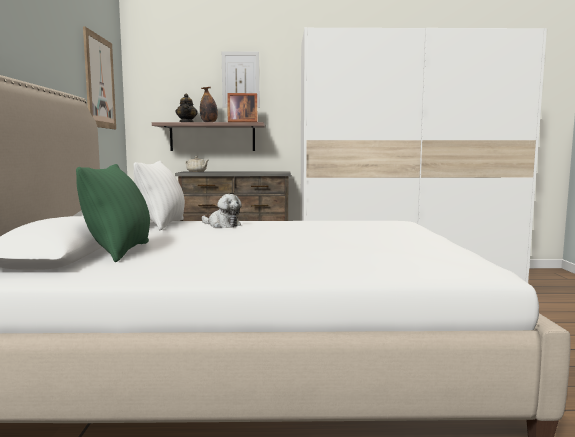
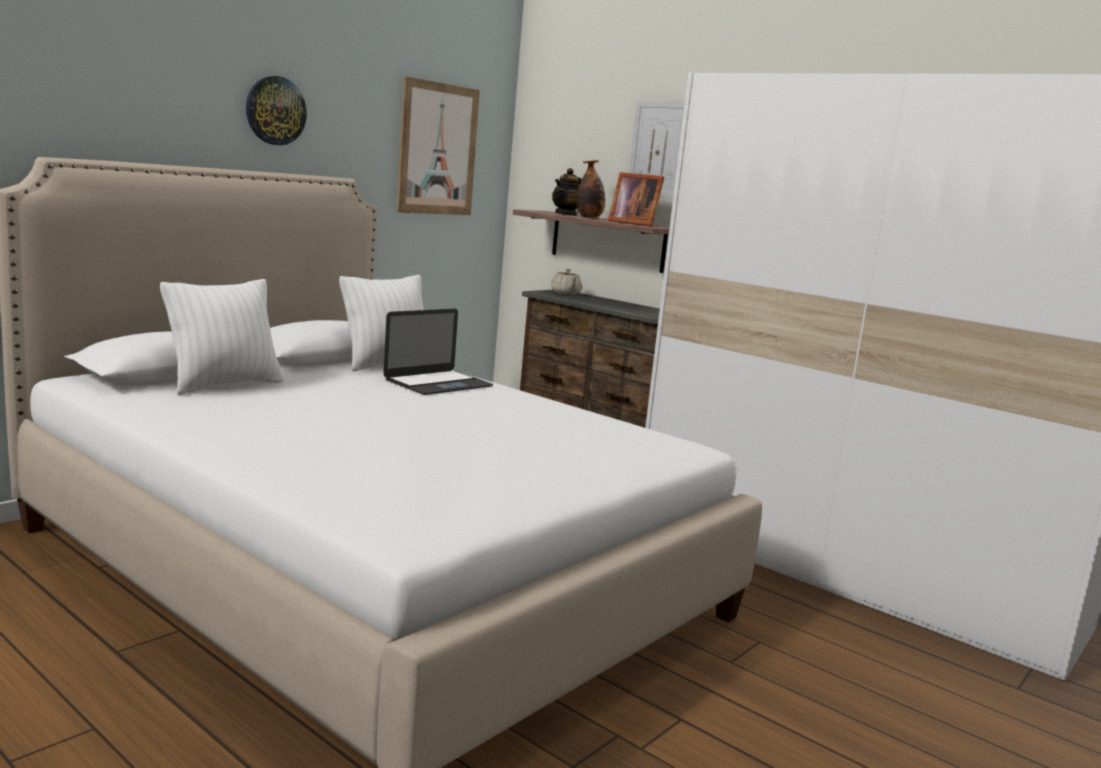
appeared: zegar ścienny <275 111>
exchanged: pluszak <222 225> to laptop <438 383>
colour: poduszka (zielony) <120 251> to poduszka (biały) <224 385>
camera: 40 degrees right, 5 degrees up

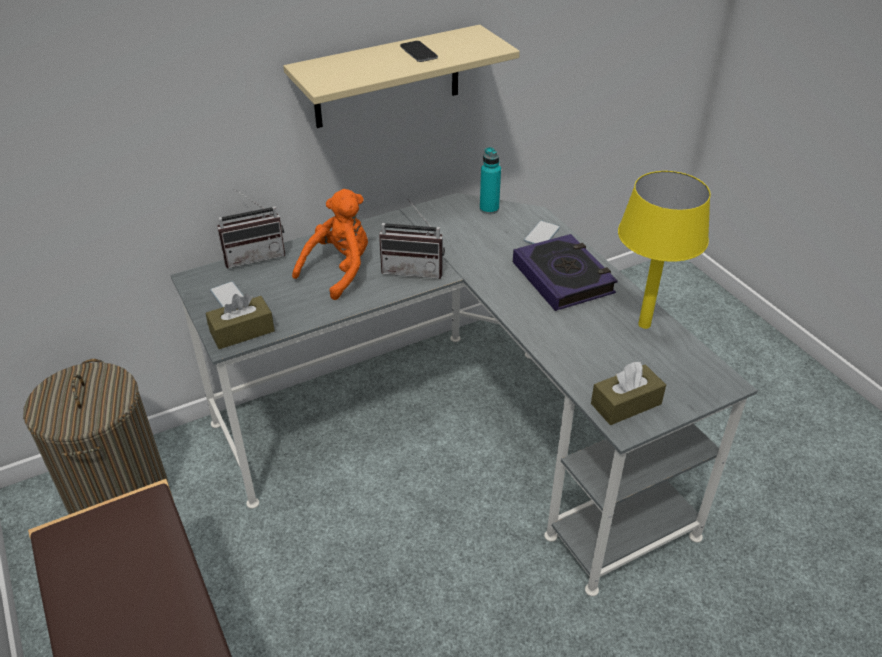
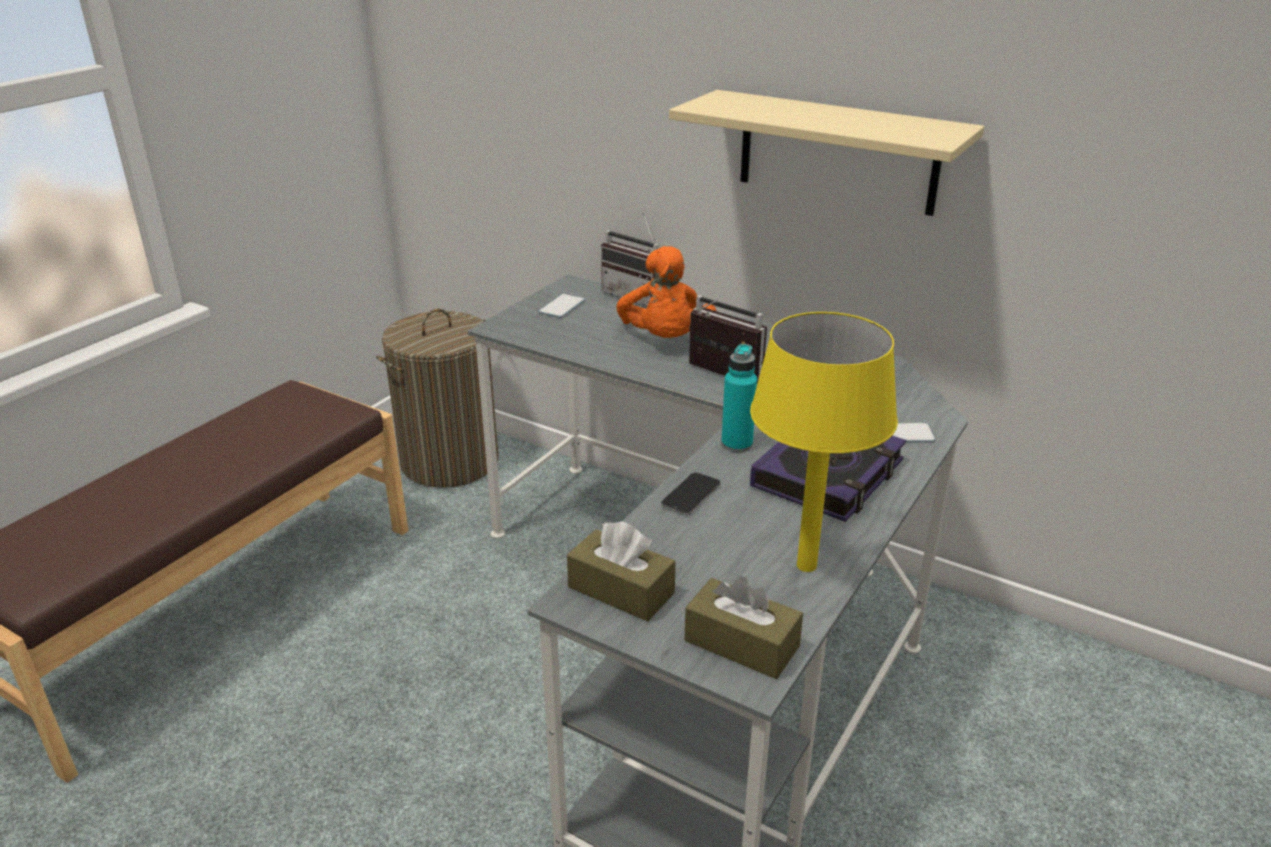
relocated: pudełko chusteczek (brązowy) <242 331> to <741 644>; telefon <418 52> to <691 495>; butelka (turkusowy) <489 209> to <737 444>
spun: pluszak (pomarańczowy) <339 271> = <665 340> 75 degrees clockwise; radio <414 269> = <719 376> 150 degrees clockwise
camera: 60 degrees right, 10 degrees down

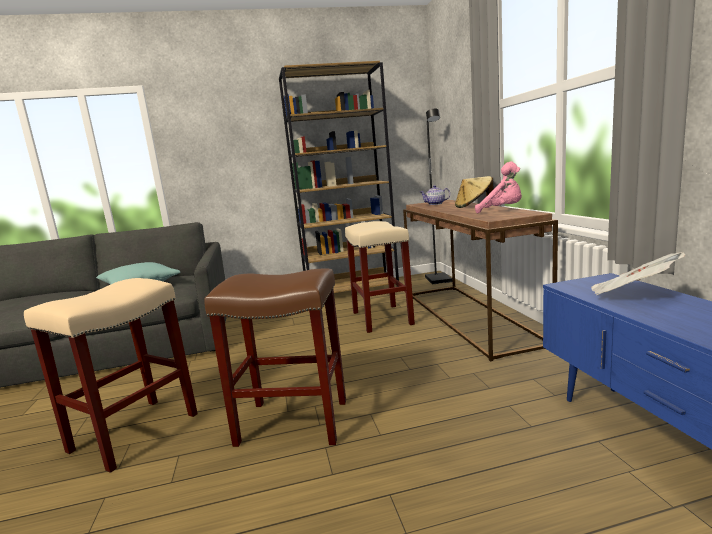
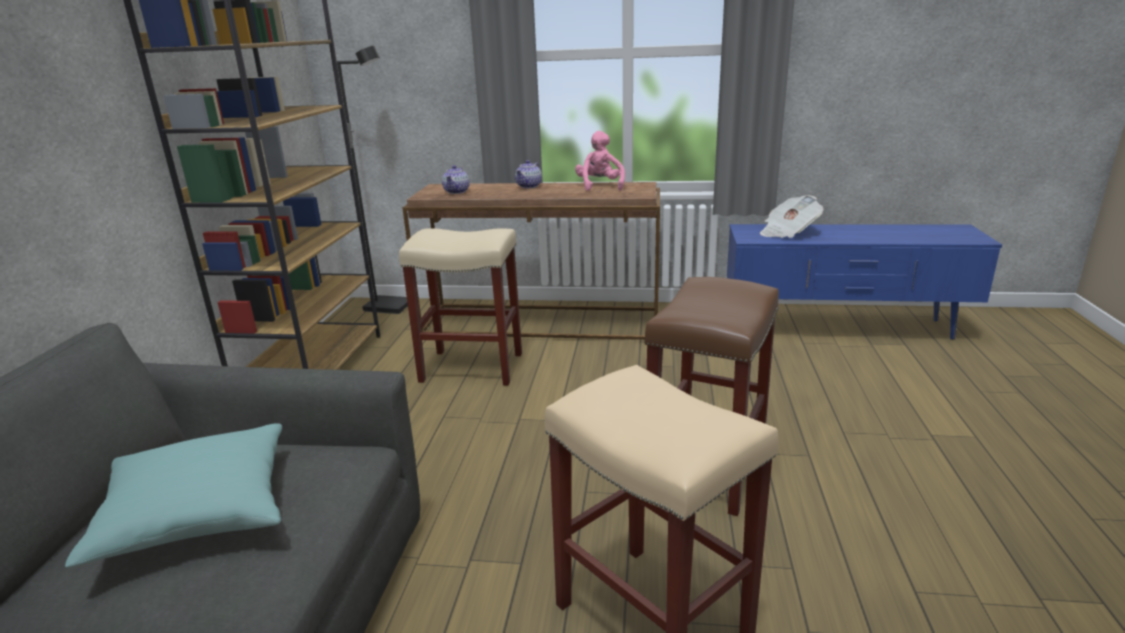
exchanged: kapelusz (beżowy) <474 206> to imbryk <529 186>
spun: pluszak (różowy) <502 210> = <600 186> 60 degrees counterclockwise
camera: 70 degrees left, 10 degrees up

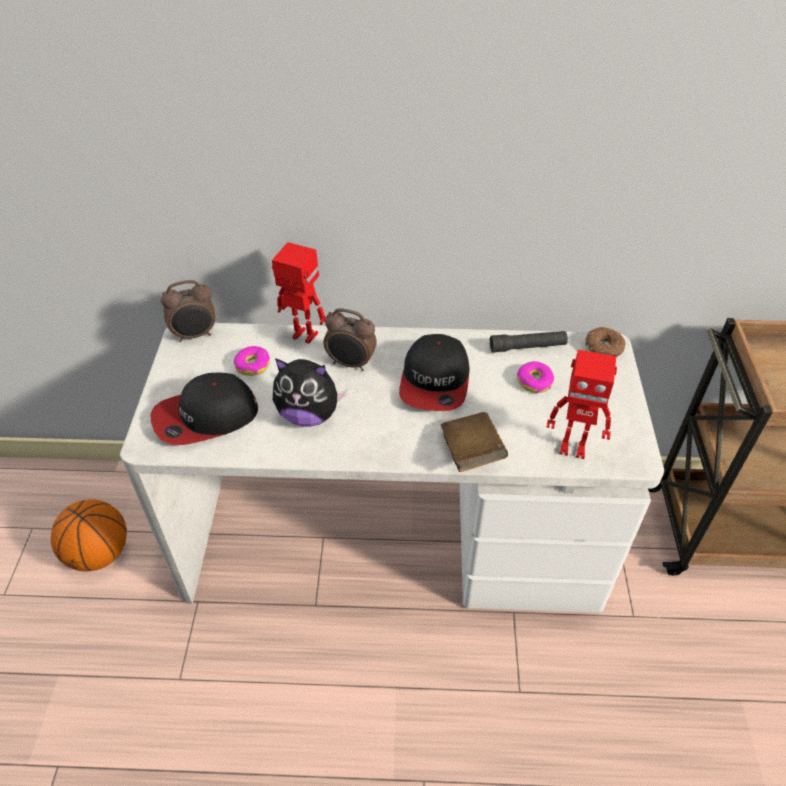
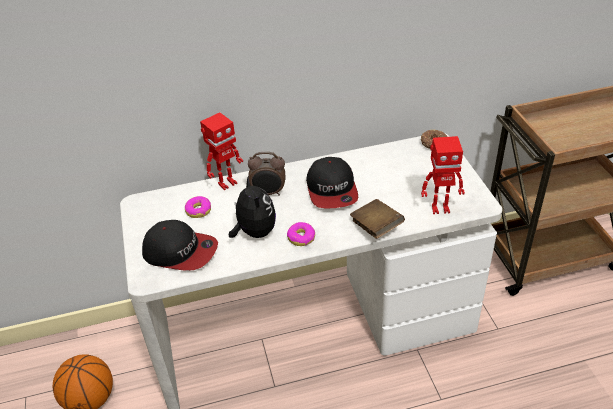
missing: budzik <195 335>; latarka (czarny) <527 347>
relocated: donut <534 382> to <301 238>
spun: czapka z daszkiem <205 417> = <180 251> 120 degrees counterclockwise; robot zabawkowy <304 336> = <226 183> 135 degrees clockwise; pluszak <309 415> = <254 232> 105 degrees counterclockwise
camera: 15 degrees left, 5 degrees down

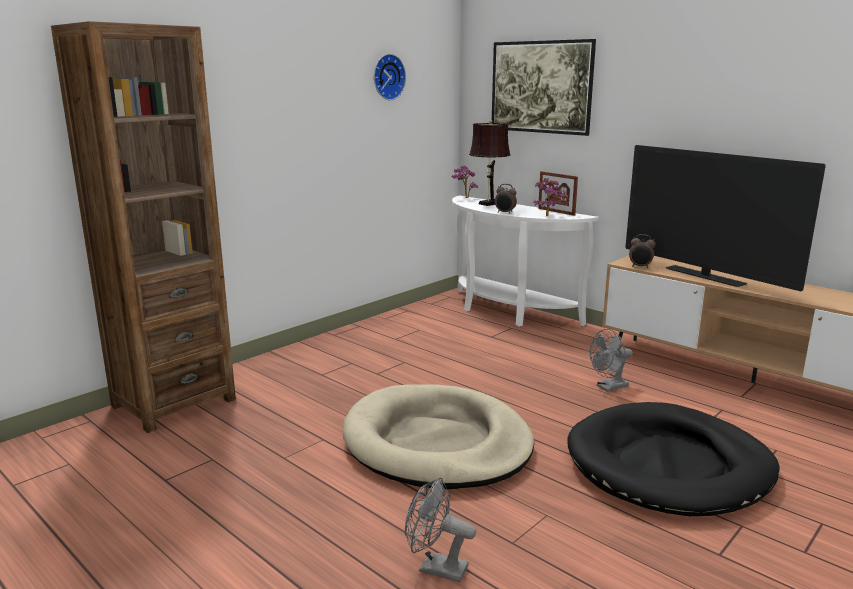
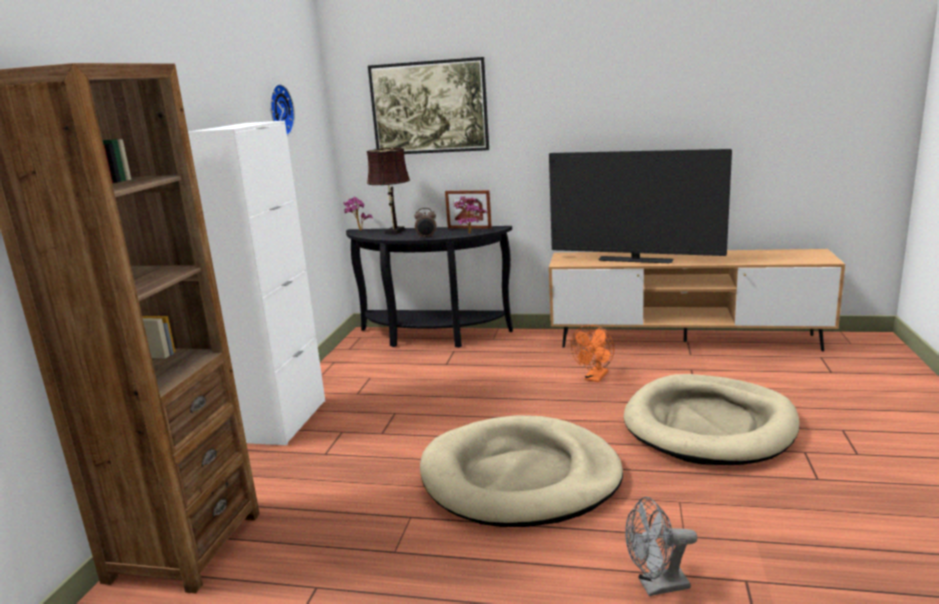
missing: budzik <640 267>
appeared: szafka (biały) <288 421>
colour: stolik konsolowy (biały) <506 312> to stolik konsolowy (czarny) <431 337>; legowisko (czarny) <668 465> to legowisko (beżowy) <709 425>; wentylator (szary) <609 387> to wentylator (pomarańczowy) <595 378>
camera: 30 degrees left, 0 degrees up

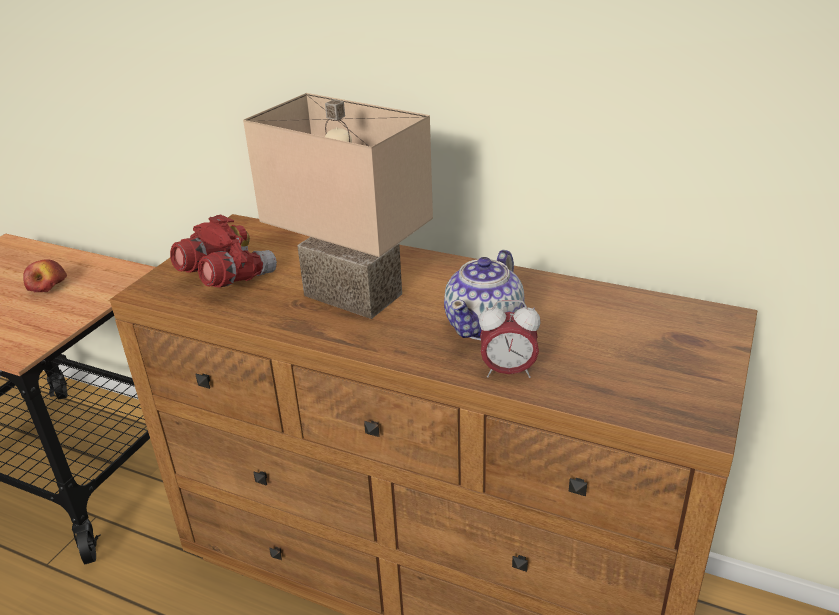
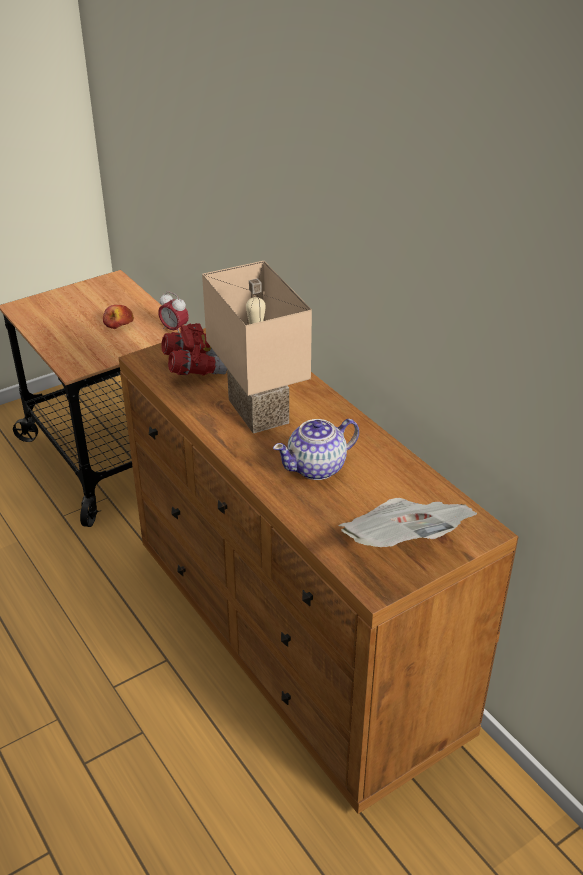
appeared: gazeta <402 545>
relocated: budzik <508 372> to <174 330>
camera: 30 degrees right, 5 degrees up

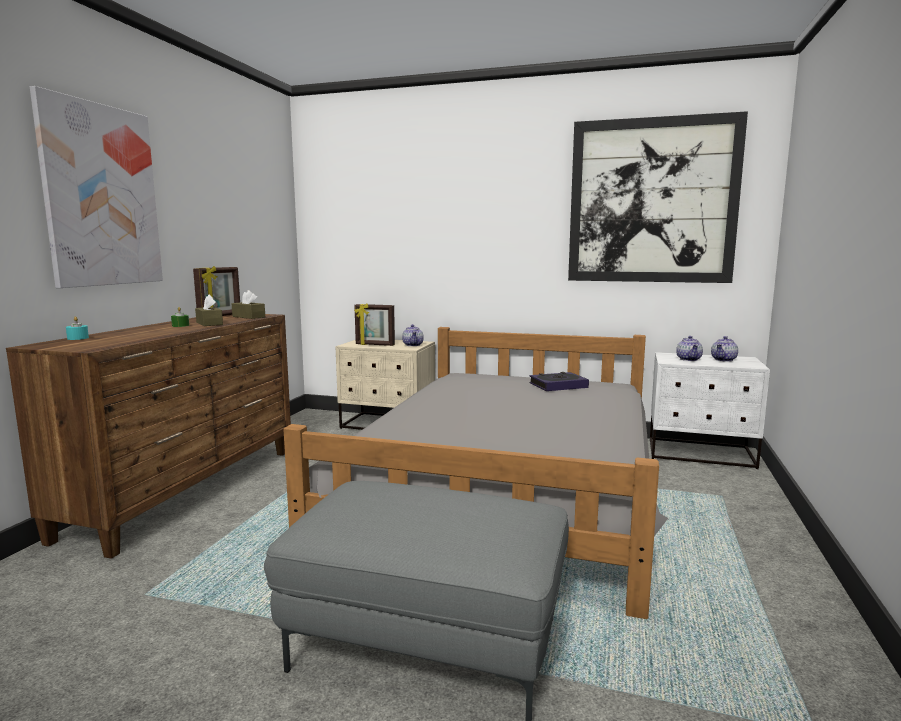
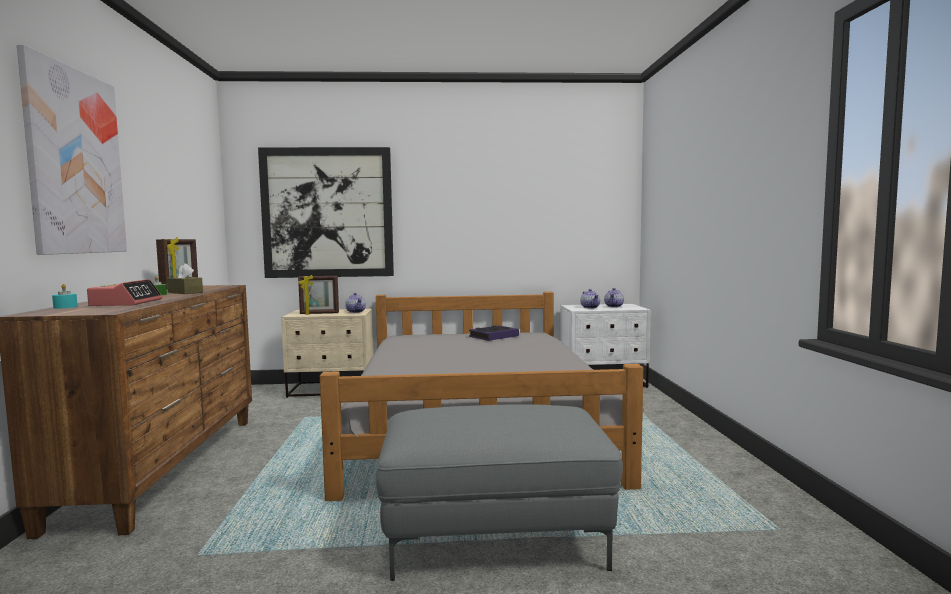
missing: pudełko chusteczek (brązowy) <248 317>
appeared: budzik <126 303>
relocated: obraz <652 201> to <327 213>
camera: 20 degrees left, 5 degrees down

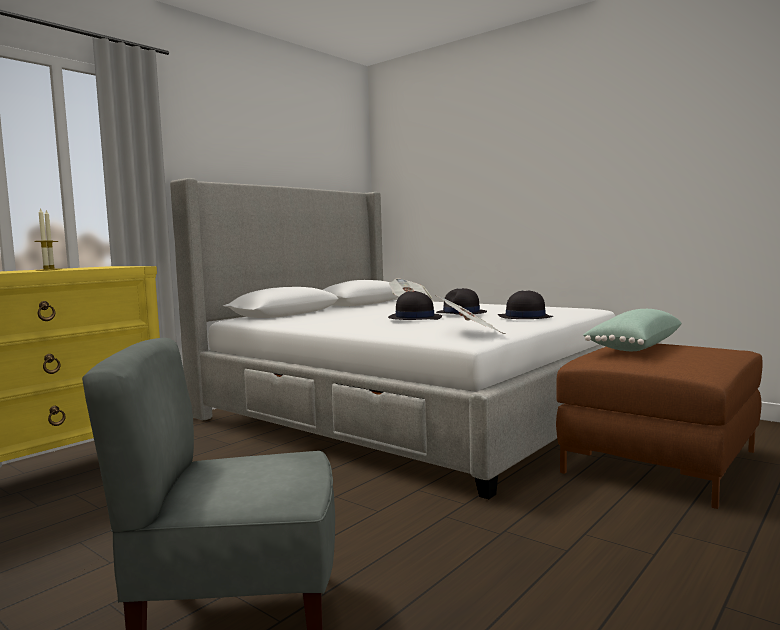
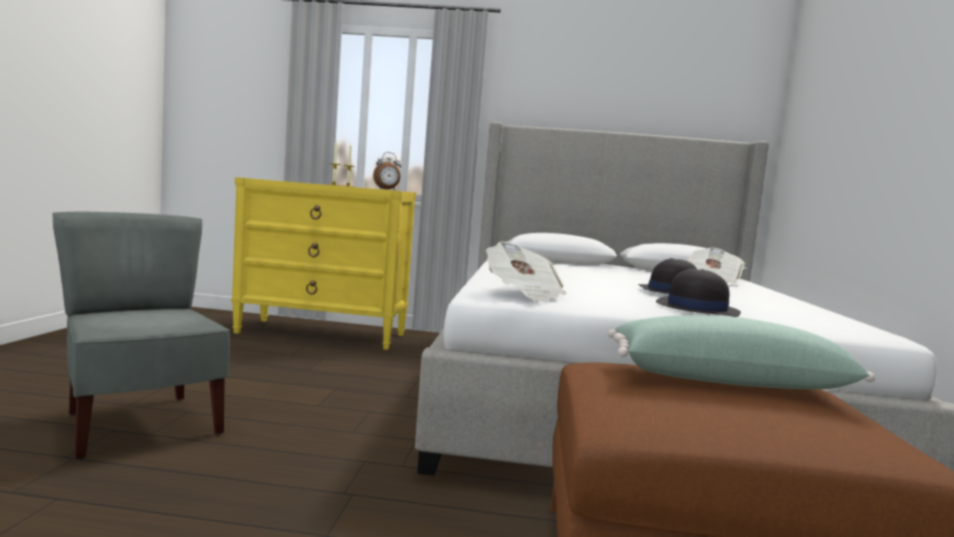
missing: kapelusz (czarny) <414 318>
appeared: budzik <387 189>
camera: 55 degrees right, 0 degrees up

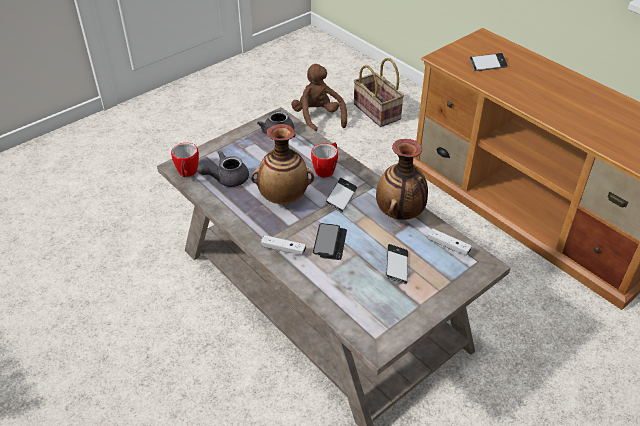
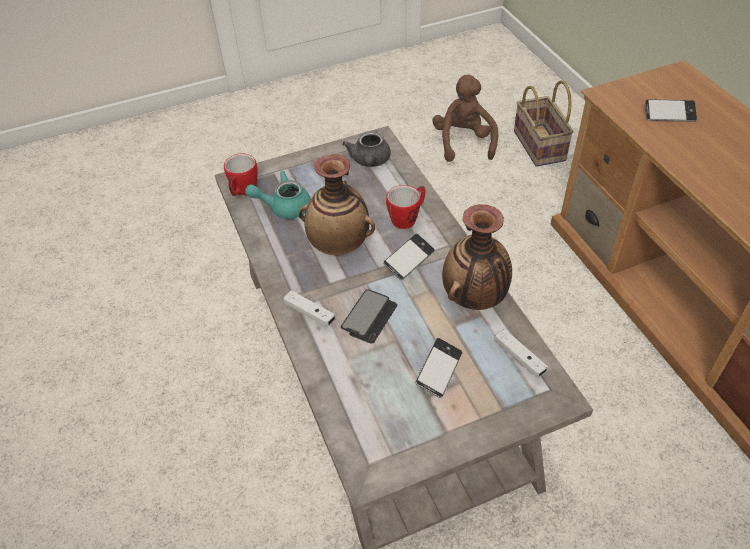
colour: imbryk (szary) <226 179> to imbryk (turkusowy) <284 207>
camera: 20 degrees right, 5 degrees up

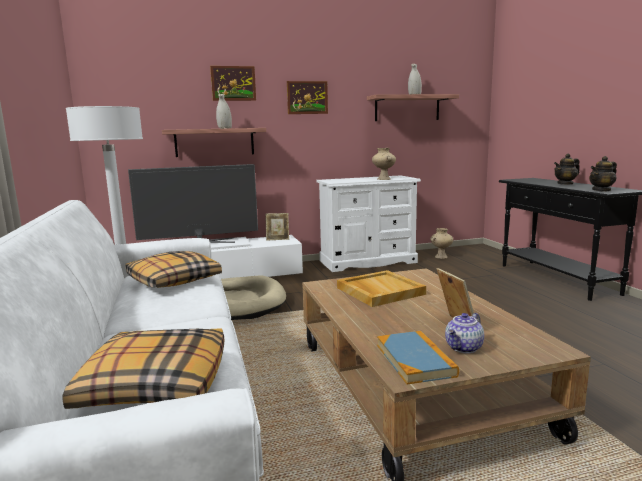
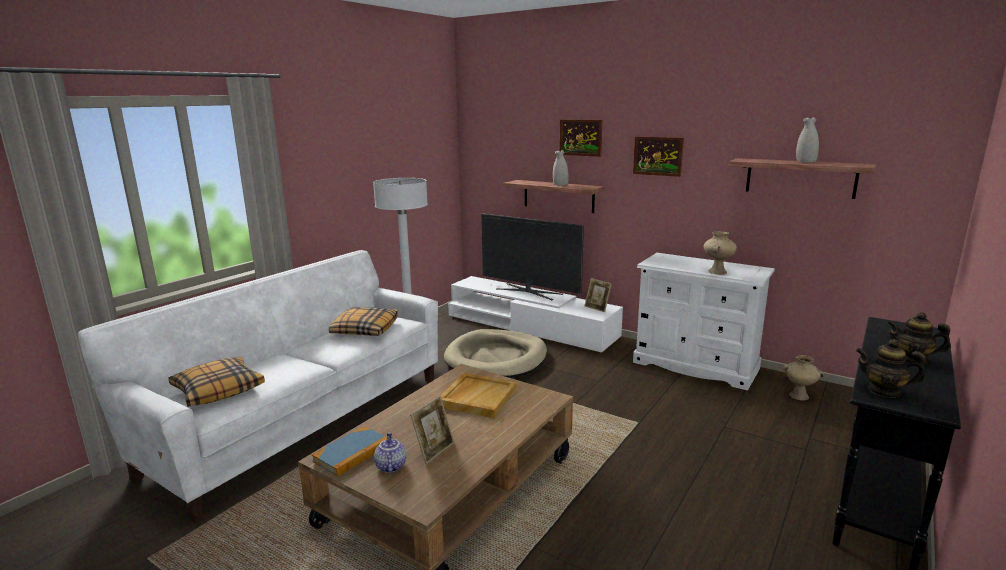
spun: imbryk <464 348> = <390 466> 75 degrees clockwise
camera: 50 degrees right, 5 degrees up

